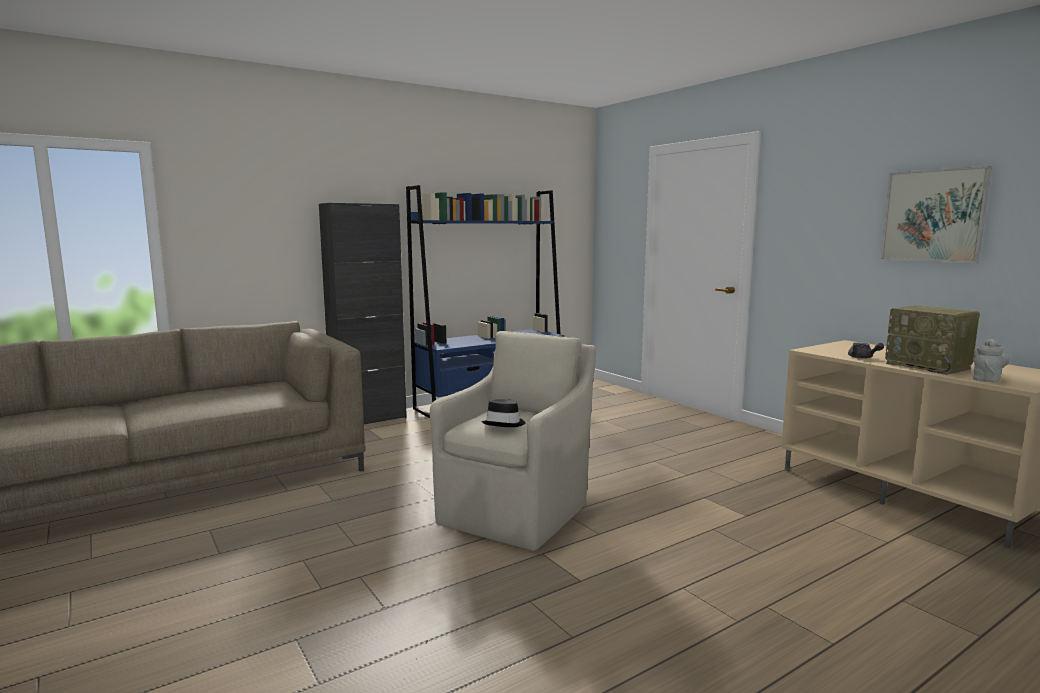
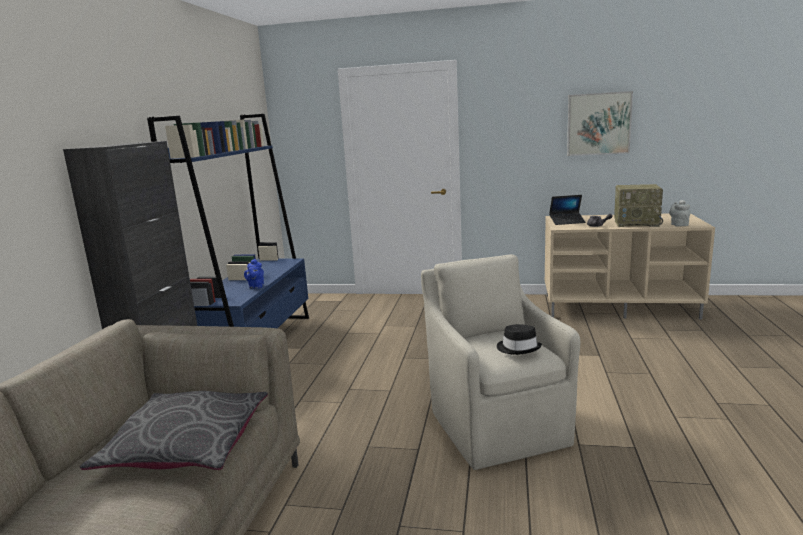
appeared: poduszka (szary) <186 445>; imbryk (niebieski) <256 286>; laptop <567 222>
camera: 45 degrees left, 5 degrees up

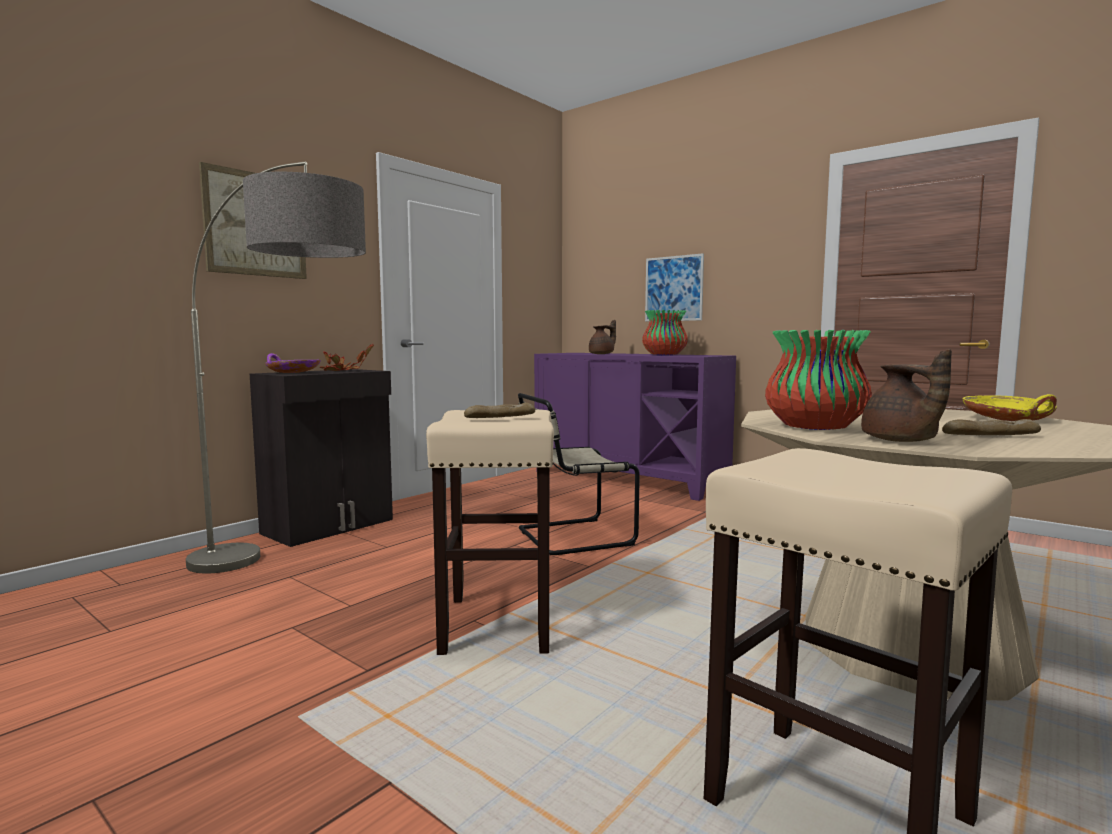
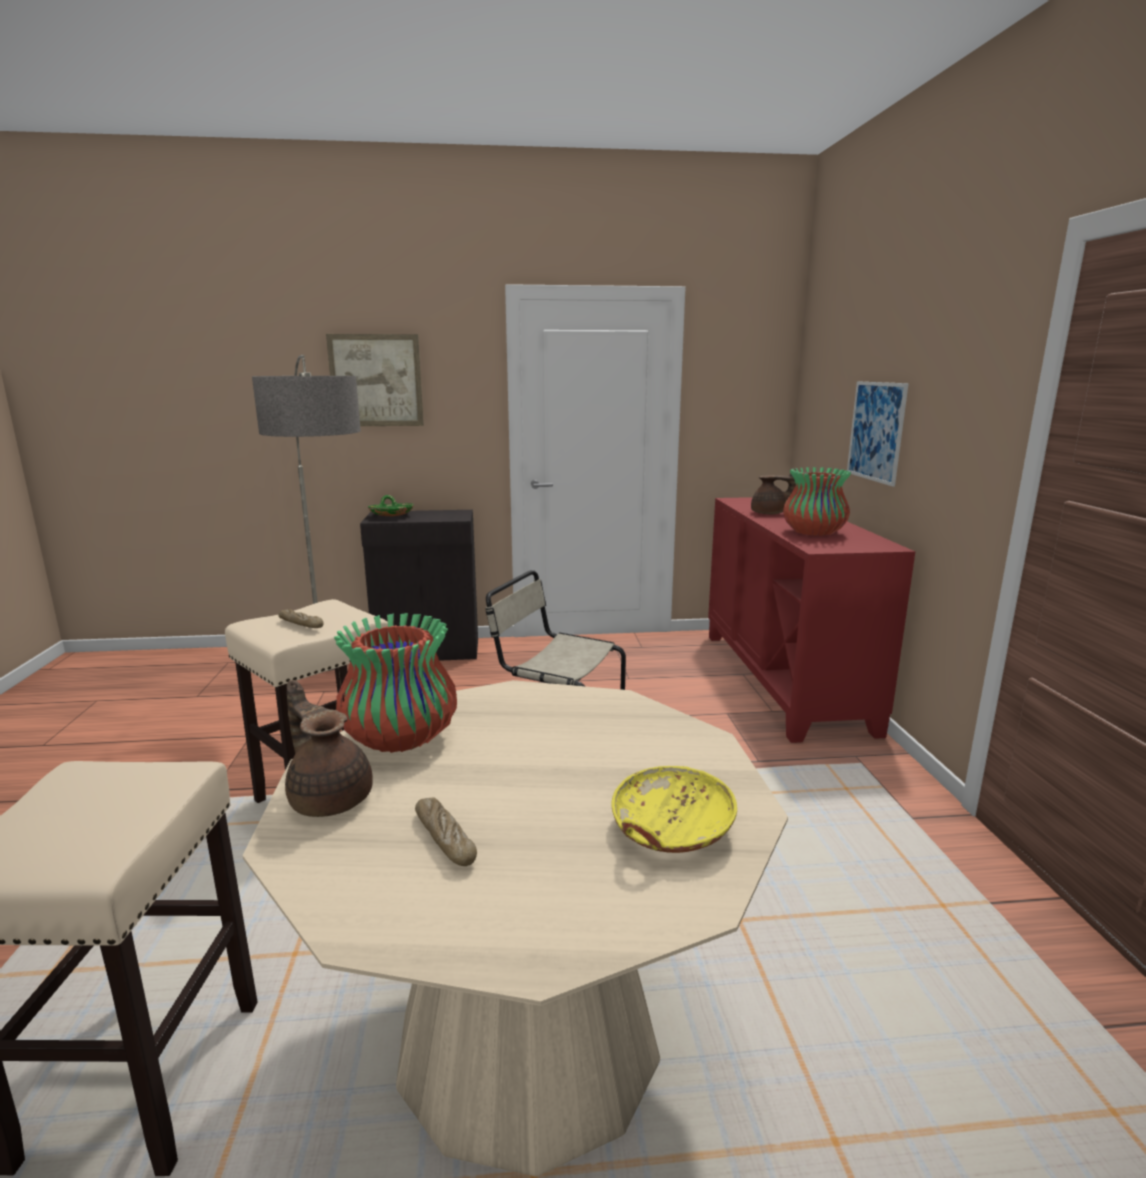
missing: roślina doniczkowa <343 371>
colour: miska (fioletowy) <292 373> to miska (zielony) <391 515>; szafka (fioletowy) <628 479> to szafka (czerwony) <785 680>
spun: imbryk (brązowy) <900 441> = <330 797> 105 degrees clockwise
camera: 45 degrees right, 10 degrees up

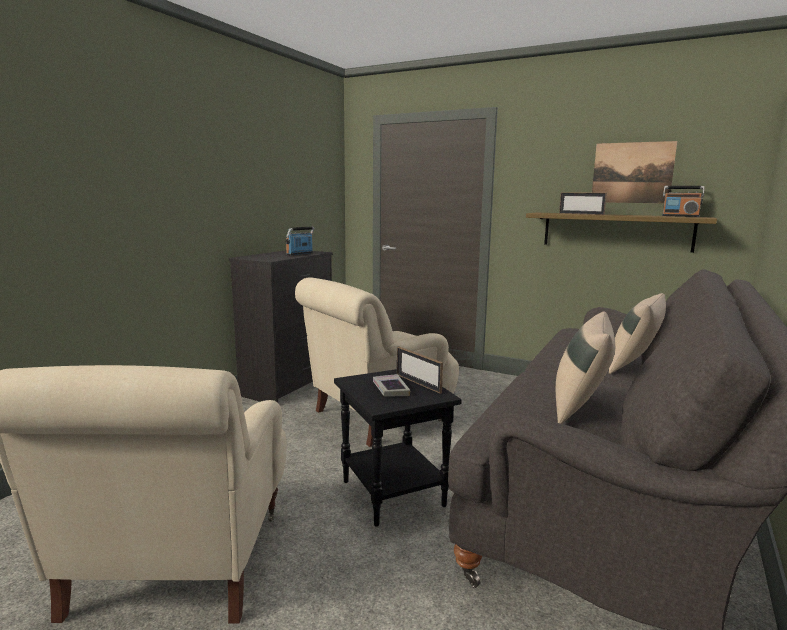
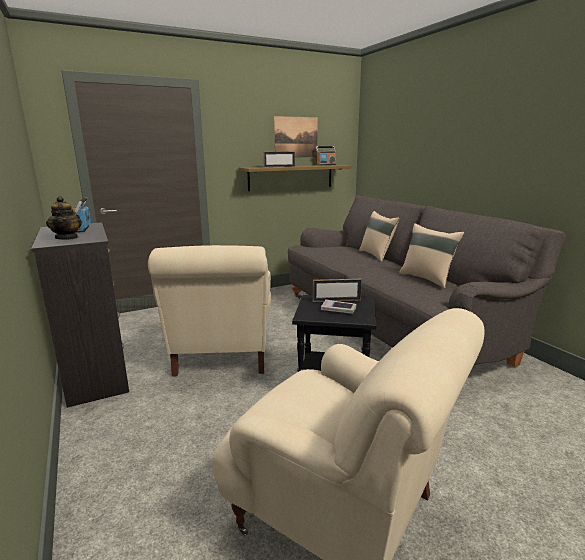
appeared: imbryk <67 238>
camera: 55 degrees left, 5 degrees up

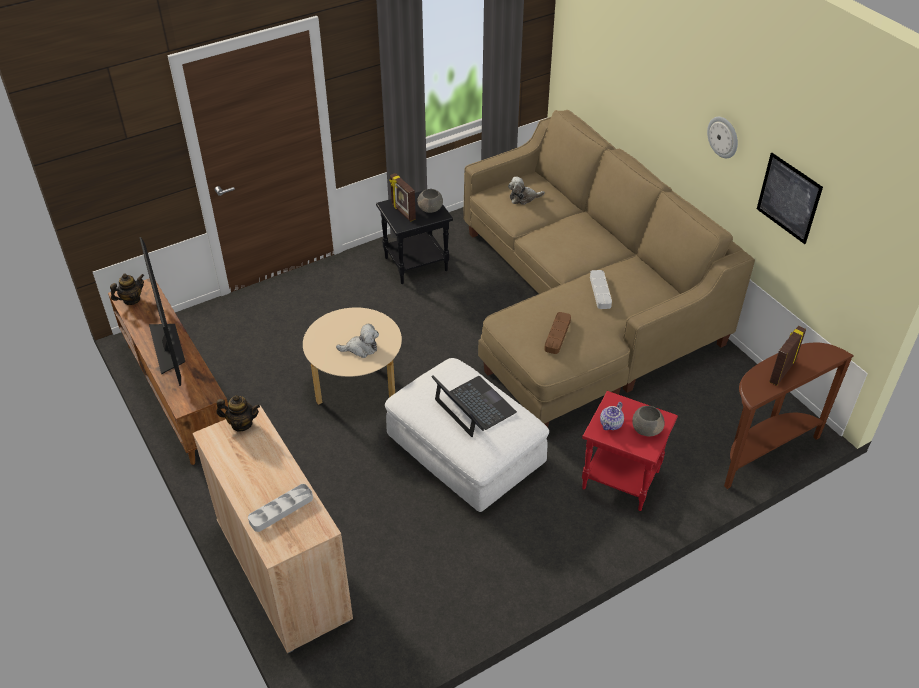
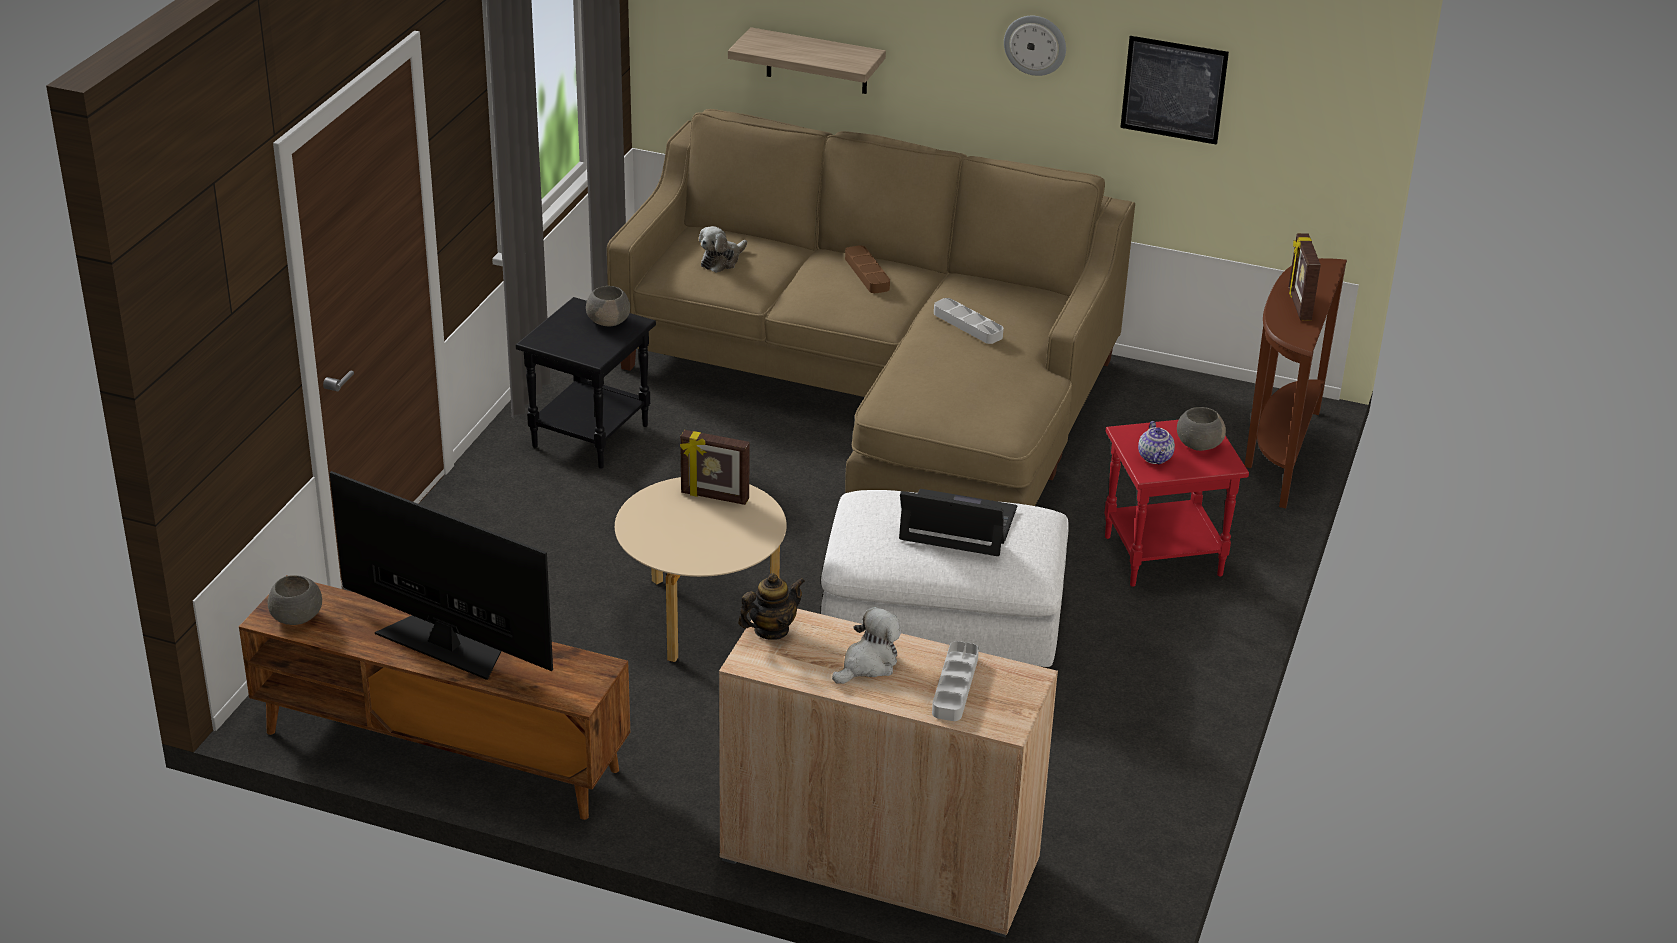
appeared: półka <817 61>
relocated: pluszak <361 348> to <868 664>; ramka na zdjęcie <403 212> to <714 497>; taca (brązowy) <557 335> to <867 273>
exchanged: imbryk <131 300> to miska (szary) <296 617>
camera: 40 degrees left, 10 degrees down

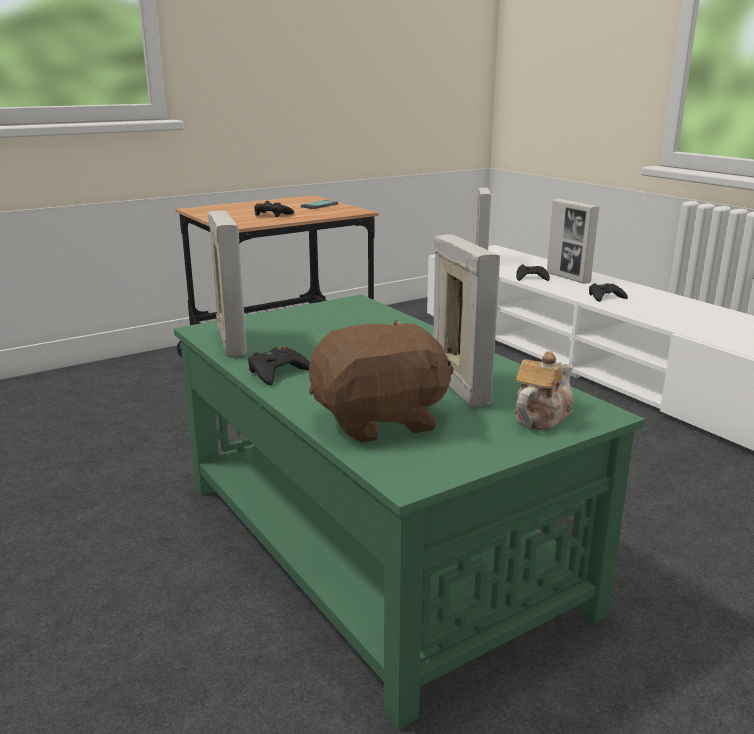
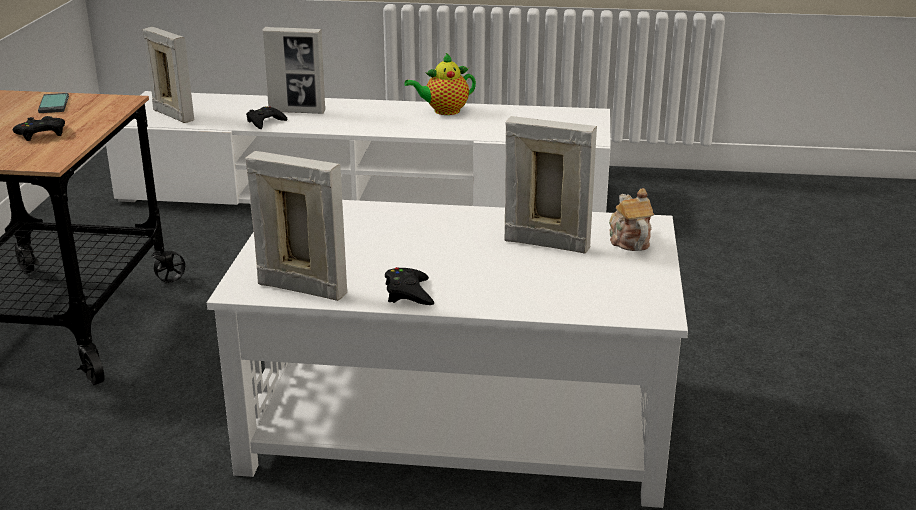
missing: pluszak (brązowy) <380 421>; pad do gier (czarny) <605 297>
appeared: imbryk <444 111>
colour: ława (zielony) <374 542> to ława (biały) <455 421>
camera: 50 degrees left, 5 degrees up

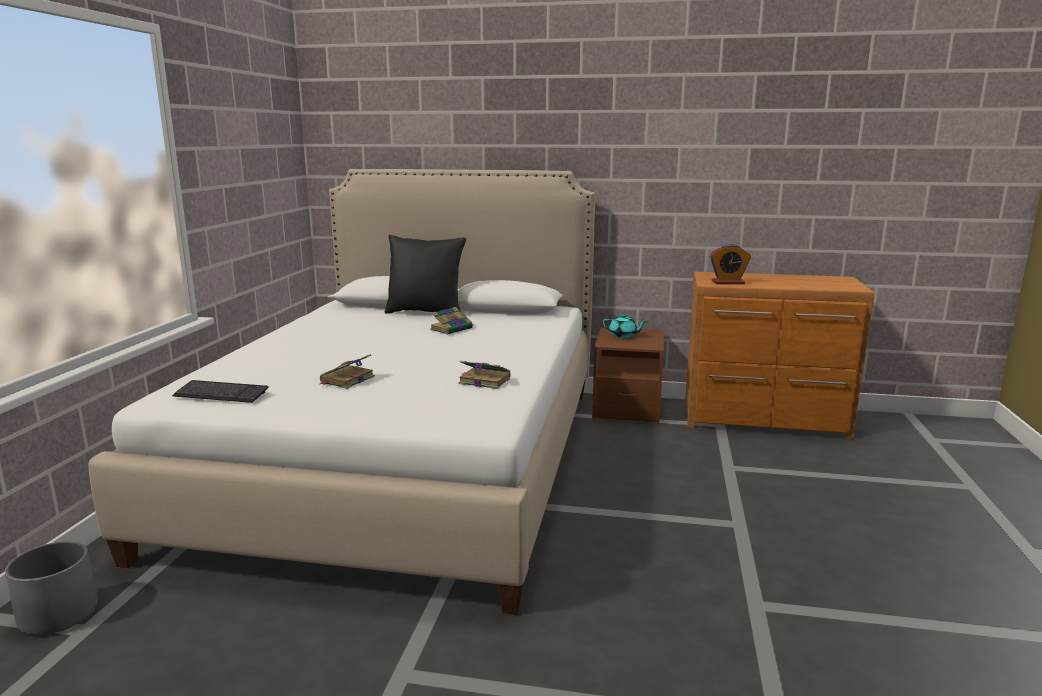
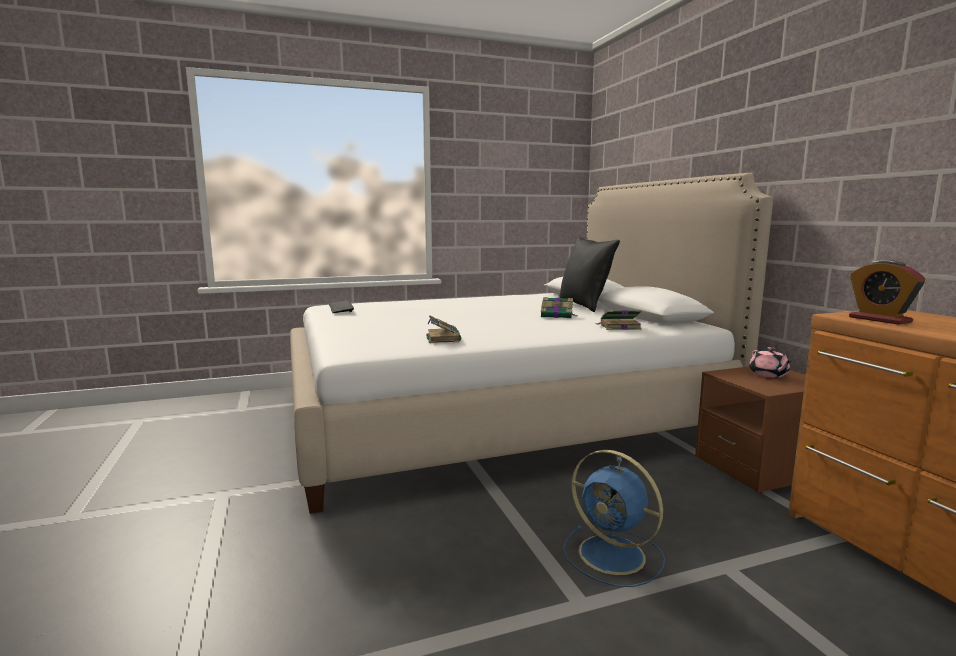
missing: donica (szary) <58 615>
appeared: wentylator (niebieski) <614 556>
relocated: książka <346 380> to <619 327>
colour: imbryk (turkusowy) <623 336> to imbryk (różowy) <768 375>
camera: 60 degrees right, 5 degrees down

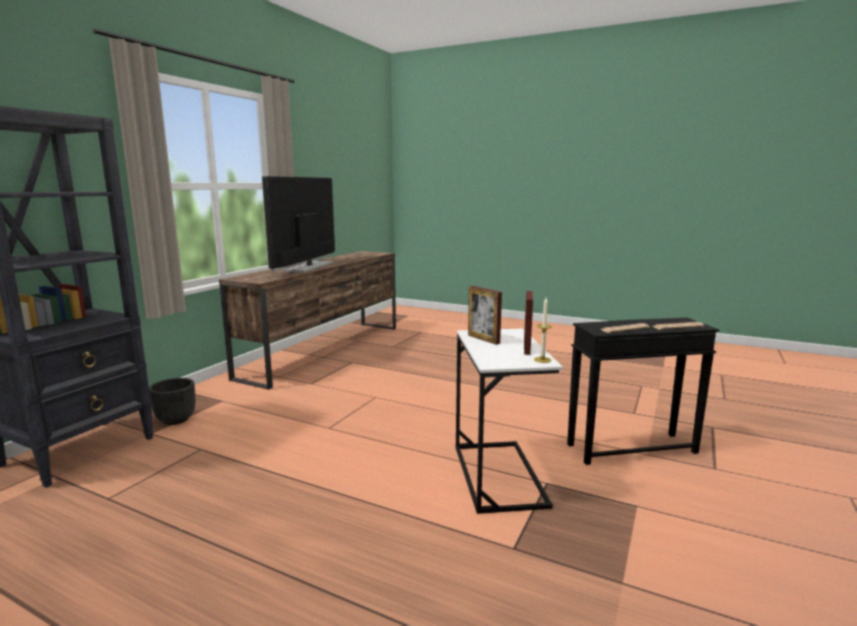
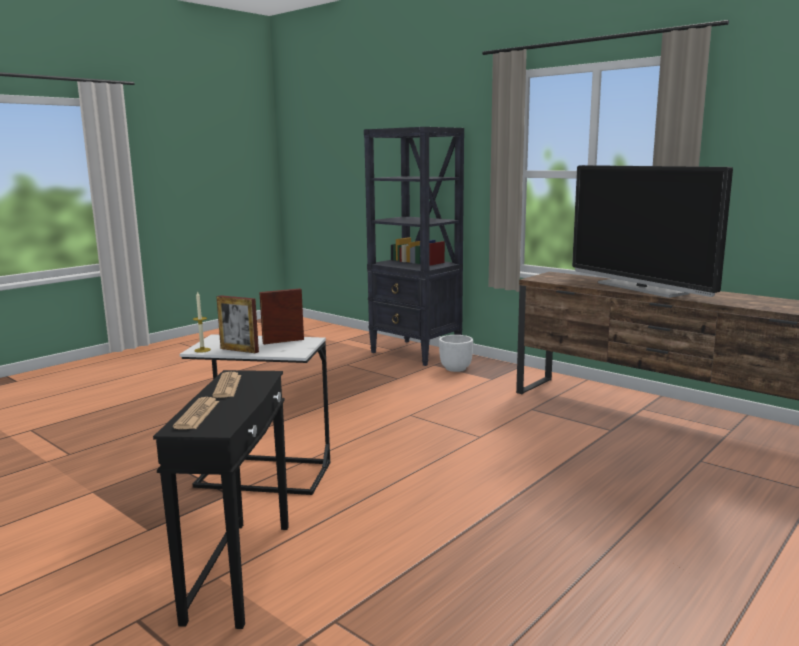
colour: donica (czarny) <176 419> to donica (biały) <456 369>
spun: telewizor <309 267> = <641 288> 150 degrees counterclockwise
camera: 105 degrees right, 0 degrees up

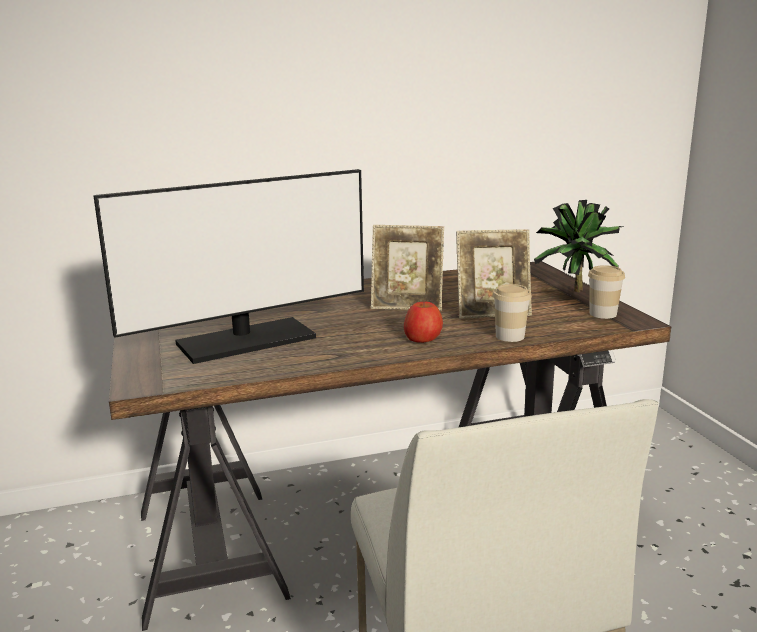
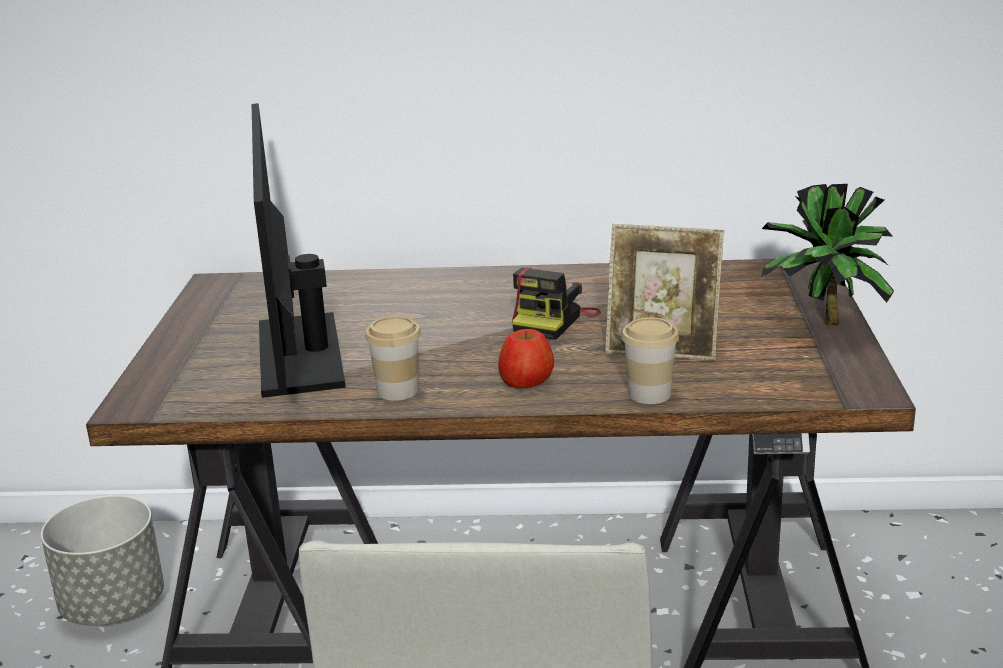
appeared: donica (szary) <112 606>
relocated: filiżanka <603 314> to <397 391>
exchanged: ramka na zdjęcie <407 306> to aparat fotograficzny <553 321>
spun: monitor <246 341> = <300 355> 90 degrees clockwise
camera: 20 degrees right, 5 degrees up

